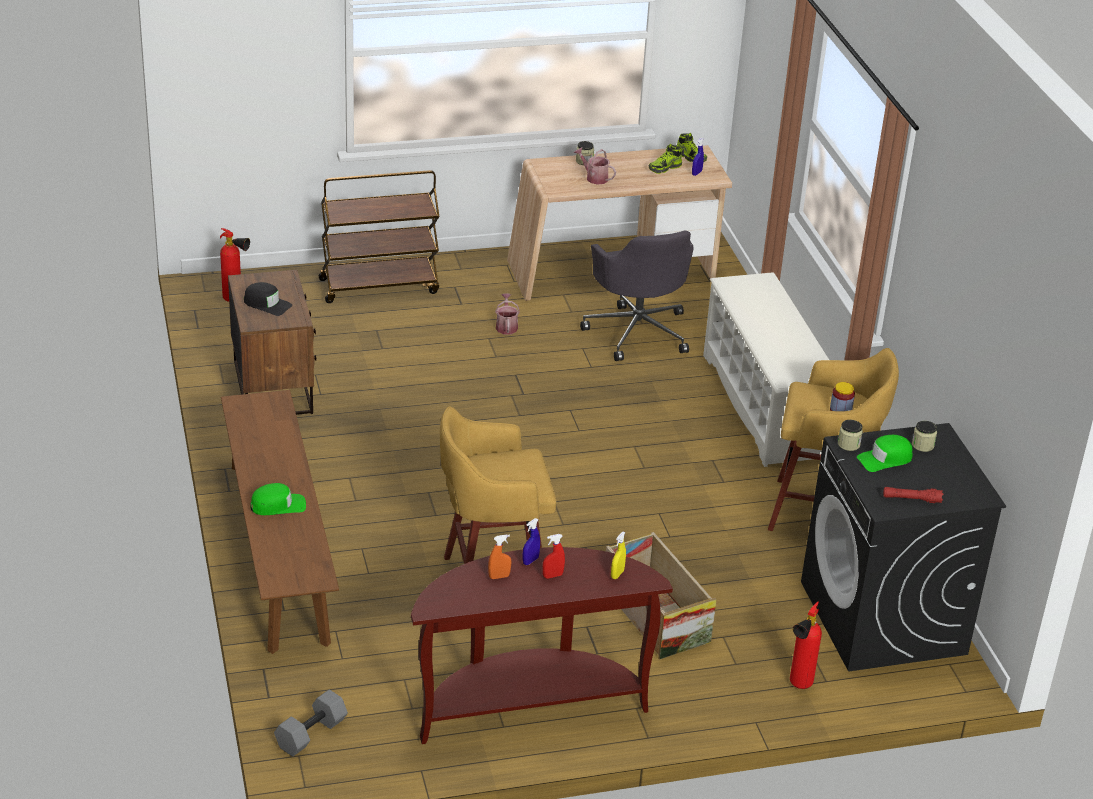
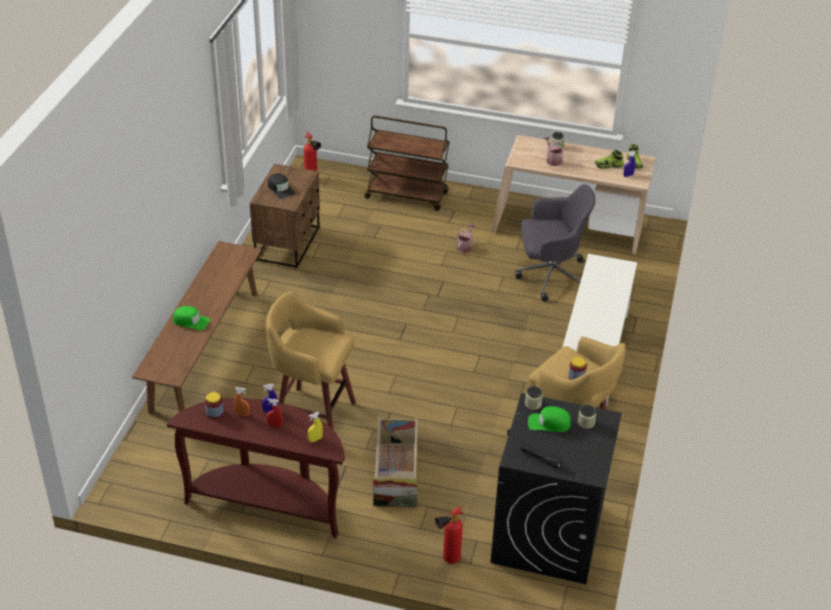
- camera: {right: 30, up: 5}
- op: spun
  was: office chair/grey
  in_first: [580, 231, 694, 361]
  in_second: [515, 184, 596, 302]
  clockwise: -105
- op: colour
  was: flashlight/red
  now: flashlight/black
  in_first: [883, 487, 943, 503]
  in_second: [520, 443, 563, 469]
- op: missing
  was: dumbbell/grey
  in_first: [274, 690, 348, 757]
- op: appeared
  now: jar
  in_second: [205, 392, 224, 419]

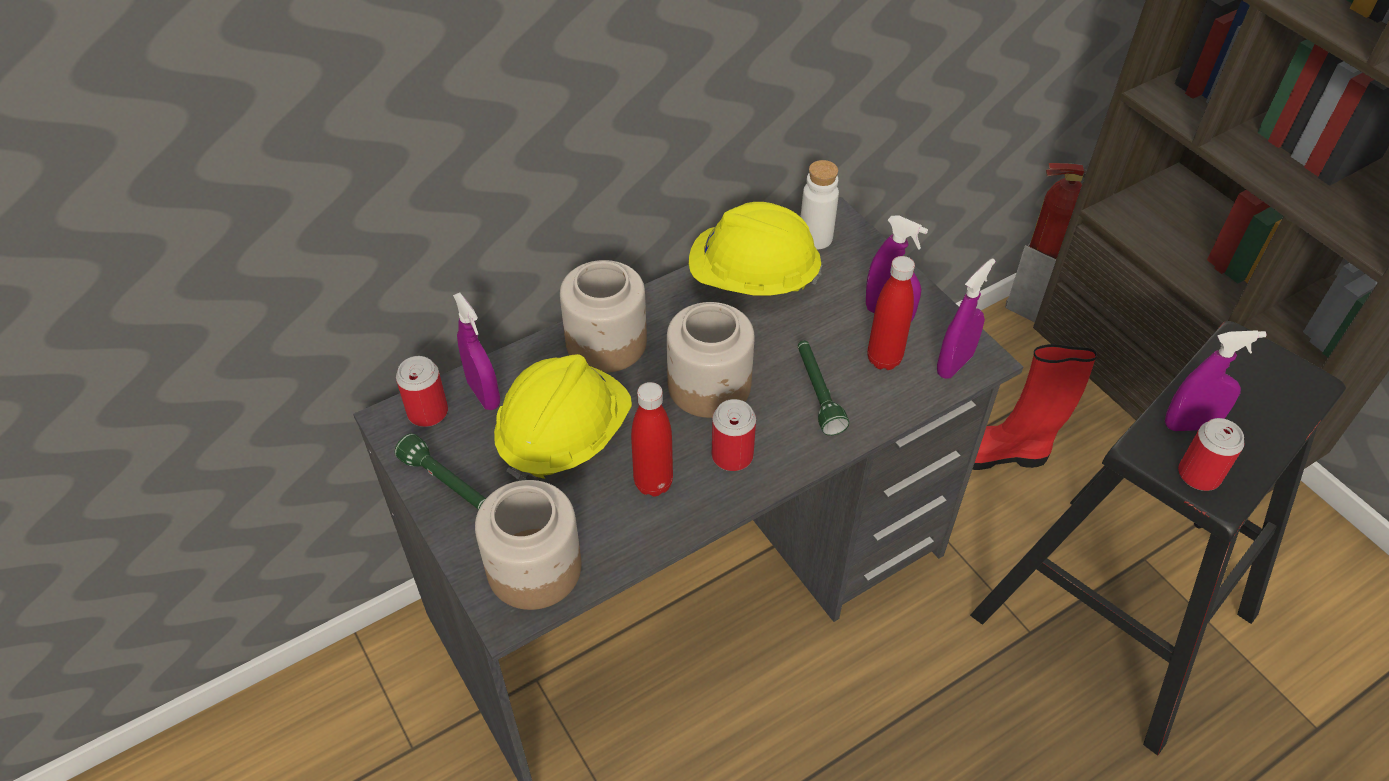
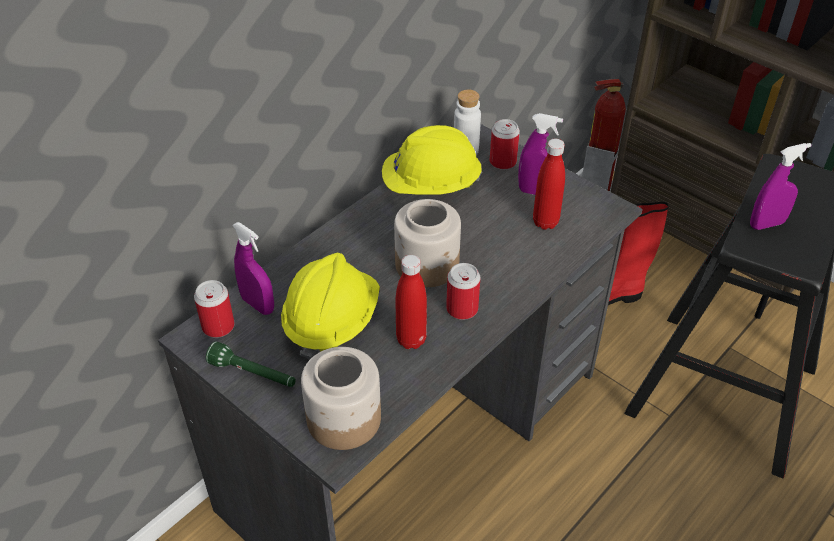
- camera: {right: -15, up: -5}
- op: missing
  was: spray bottle/purple
  in_first: [937, 258, 996, 379]
- op: missing
  was: jar
  in_first: [560, 260, 647, 373]
- op: missing
  was: flashlight/green
  in_first: [798, 340, 849, 436]
- op: relocated
  was: can
  in_first: [1178, 418, 1244, 491]
  in_second: [490, 119, 520, 170]

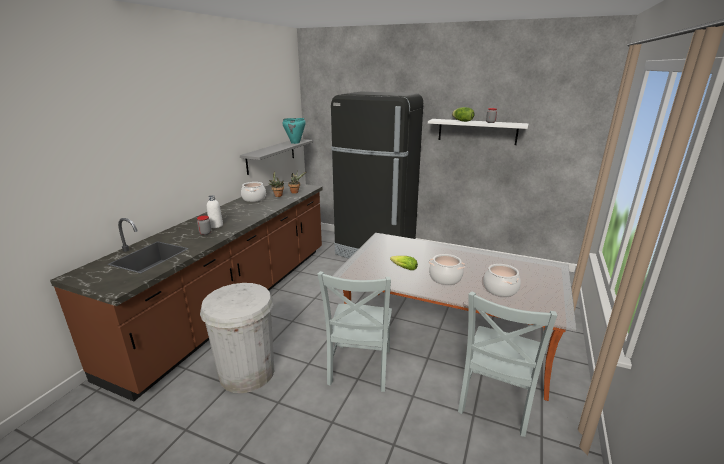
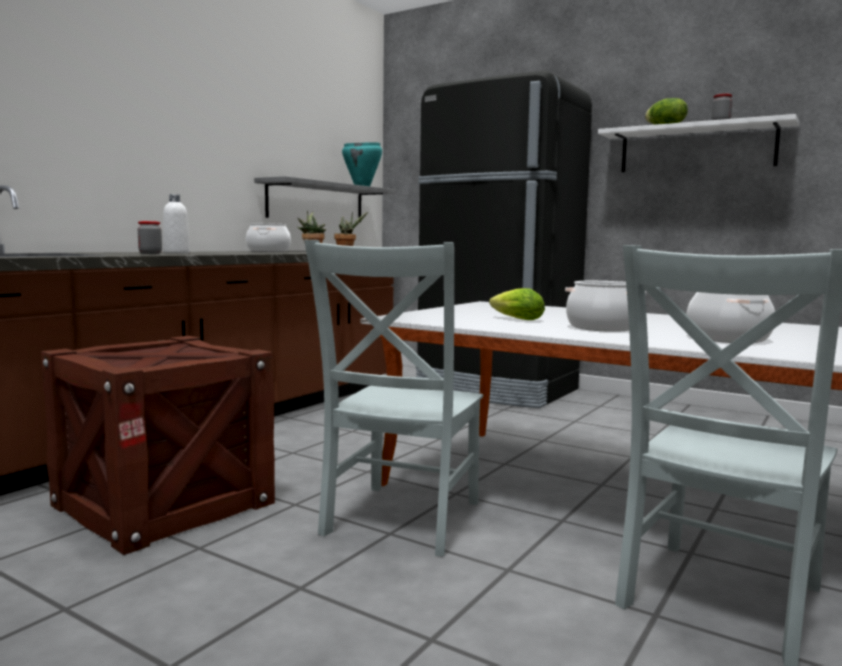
- camera: {right: 10, up: -15}
- op: exchanged
  was: trash can/white
  now: crate
  in_first: [200, 283, 274, 393]
  in_second: [41, 336, 275, 555]

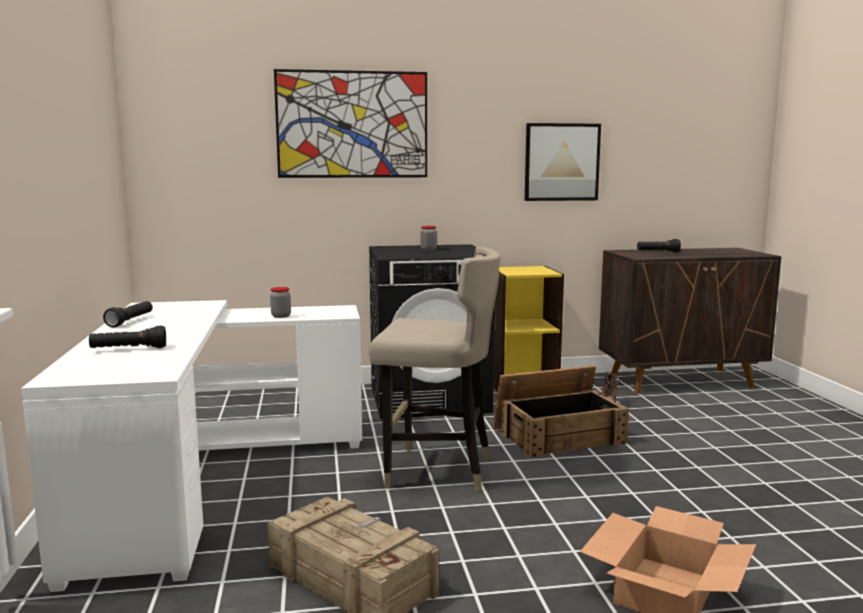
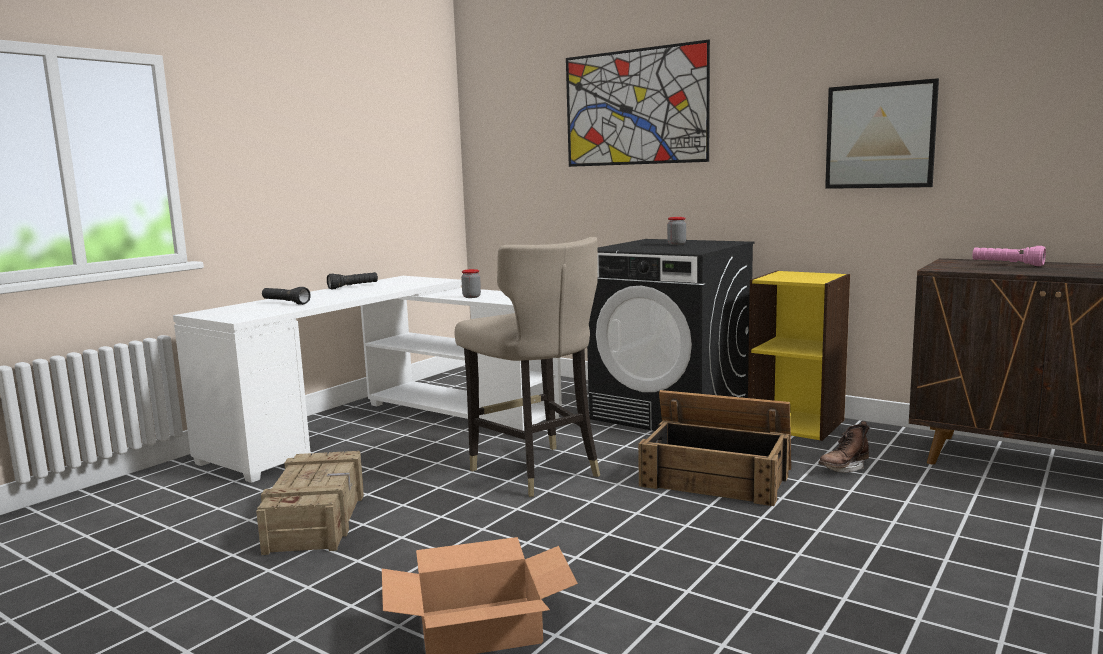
- camera: {right: 45, up: 0}
- op: colour
  was: flashlight/black
  now: flashlight/pink
  in_first: [637, 239, 681, 252]
  in_second: [972, 246, 1046, 266]

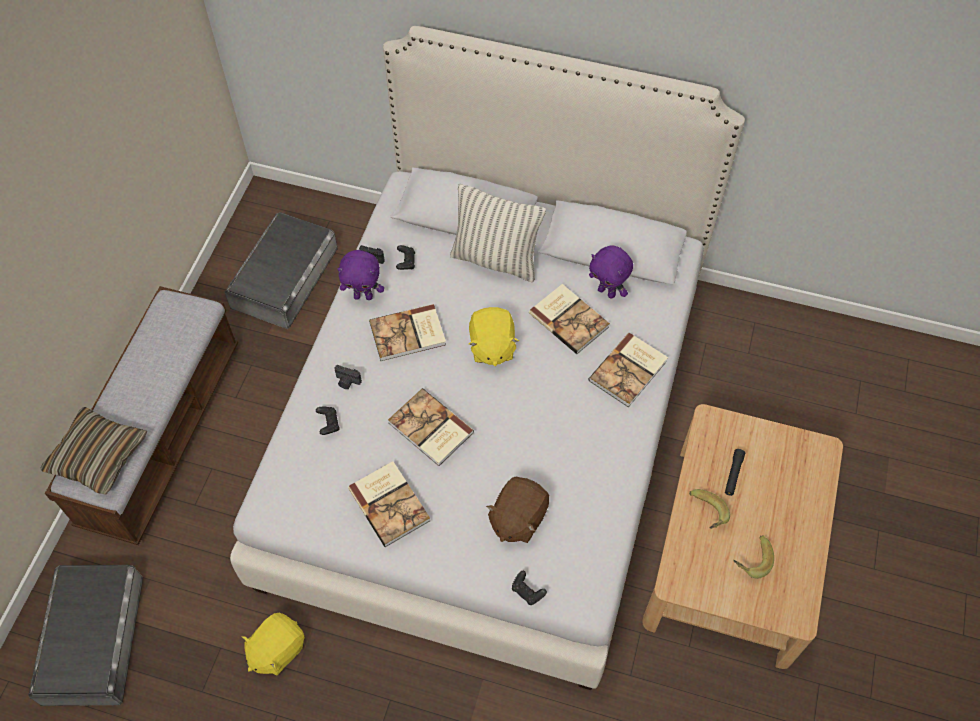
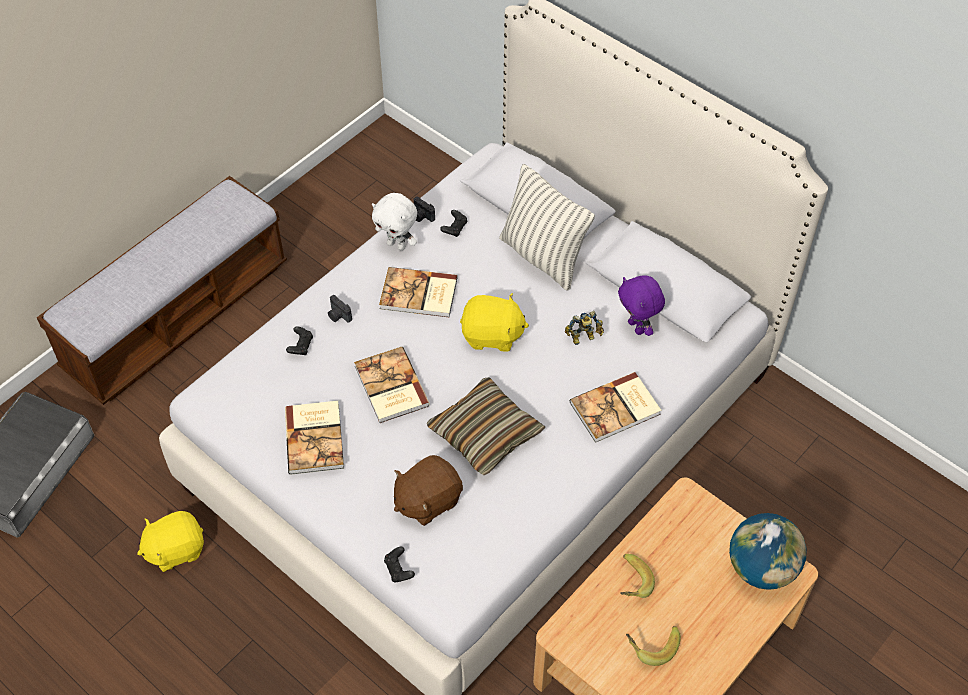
- camera: {right: 25, up: -5}
- op: missing
  was: storage box/grey
  in_first: [225, 212, 338, 329]
- op: colour
  was: plush toy/purple
  now: plush toy/white
  in_first: [337, 250, 384, 300]
  in_second: [372, 193, 417, 251]
- op: exchanged
  was: book
  now: toy robot
  in_first: [529, 284, 610, 354]
  in_second: [565, 311, 604, 345]
- op: spun
  was: plush toy/yellow
  in_first: [469, 307, 519, 366]
  in_second: [460, 293, 529, 352]
  clockwise: -105
- op: relocated
  was: pillow
  in_first: [40, 407, 147, 495]
  in_second: [427, 377, 545, 475]
- op: missing
  was: flashlight/black
  in_first: [725, 449, 745, 496]
- op: appeared
  now: globe
  in_second: [729, 513, 806, 590]

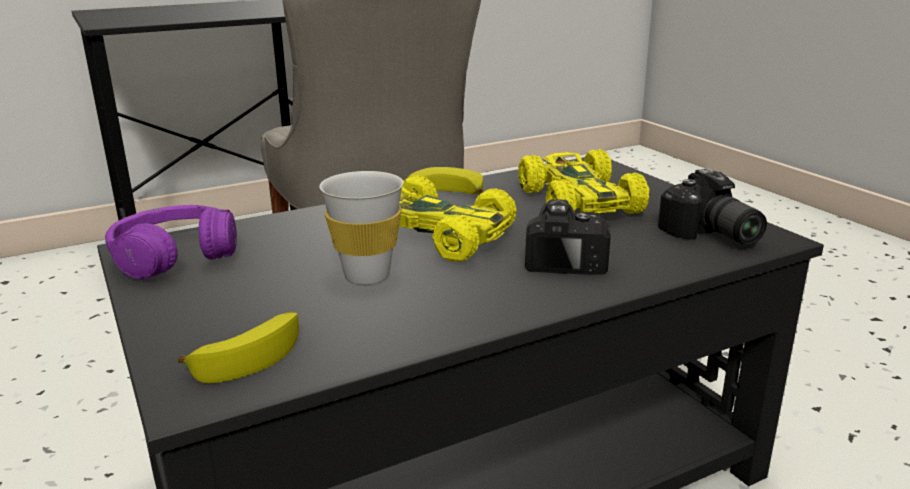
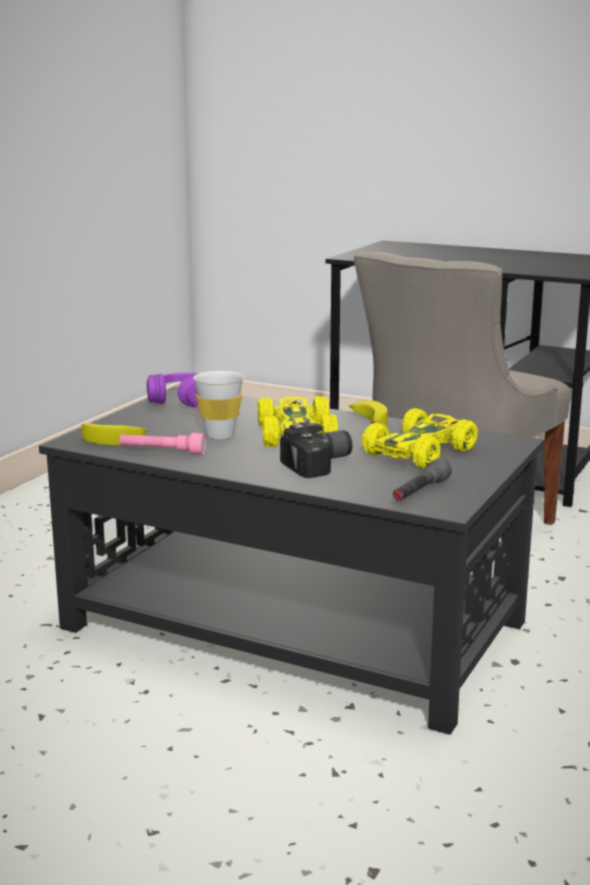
- camera: {right: 55, up: -5}
- op: exchanged
  was: photo camera
  now: flashlight/grey
  in_first: [658, 168, 767, 245]
  in_second: [393, 458, 452, 501]
- op: appeared
  now: flashlight/pink
  in_second: [119, 433, 206, 454]

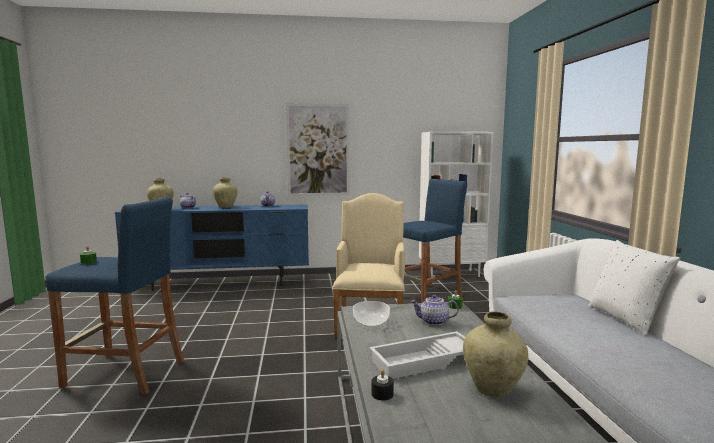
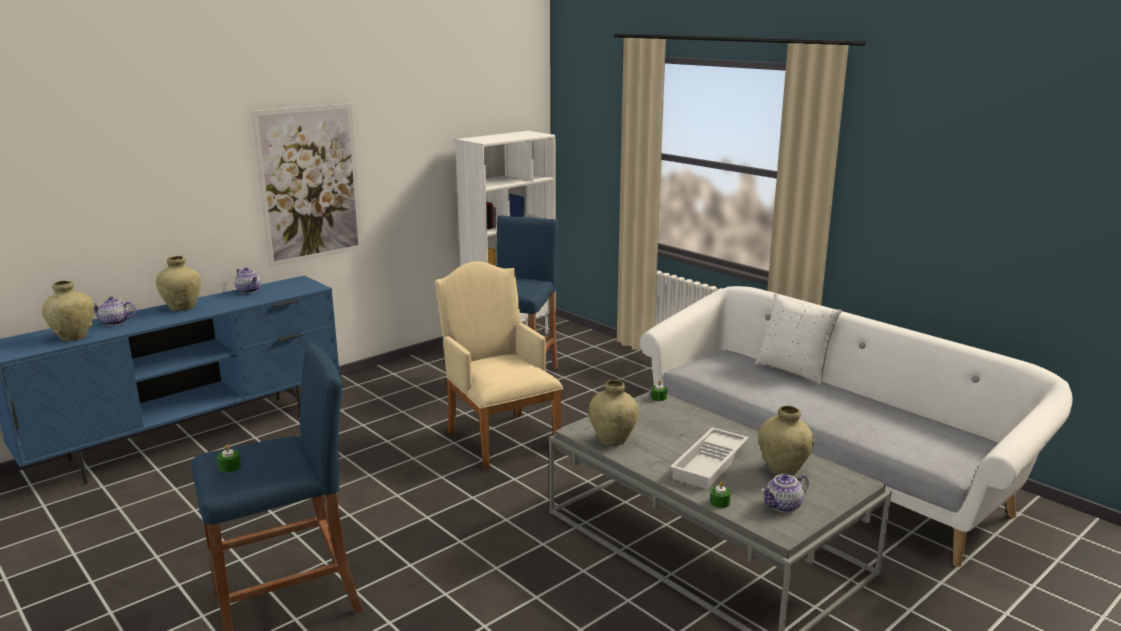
- camera: {right: -35, up: 10}
- op: relocated
  was: teapot
  in_first: [411, 295, 459, 326]
  in_second: [761, 474, 809, 513]
- op: exchanged
  was: bowl
  now: vase/beige
  in_first: [353, 301, 390, 327]
  in_second: [588, 380, 639, 446]
- op: colour
  was: candle/black
  now: candle/green
  in_first: [371, 369, 394, 400]
  in_second: [710, 482, 731, 508]

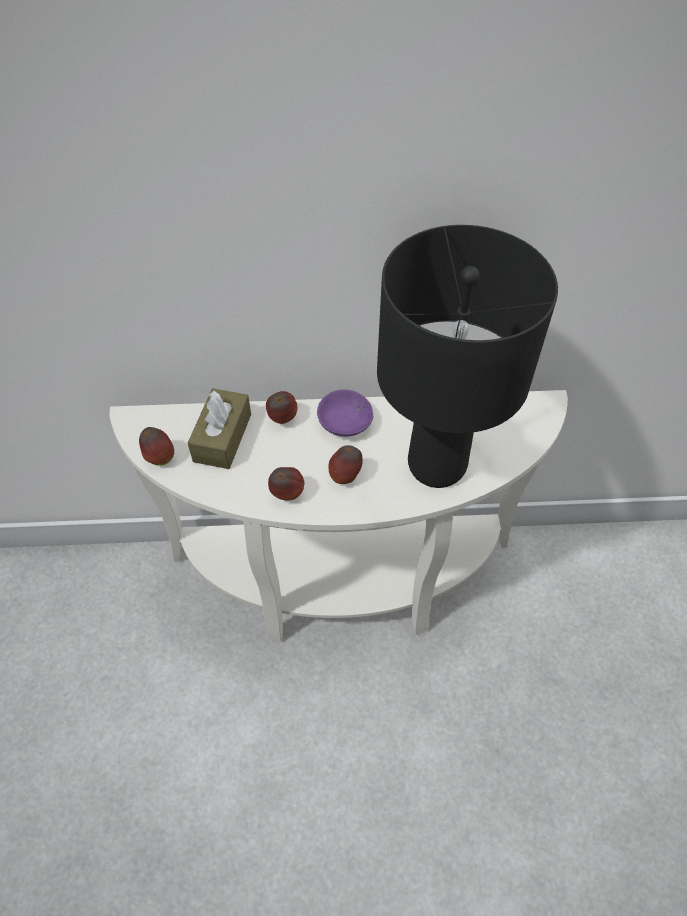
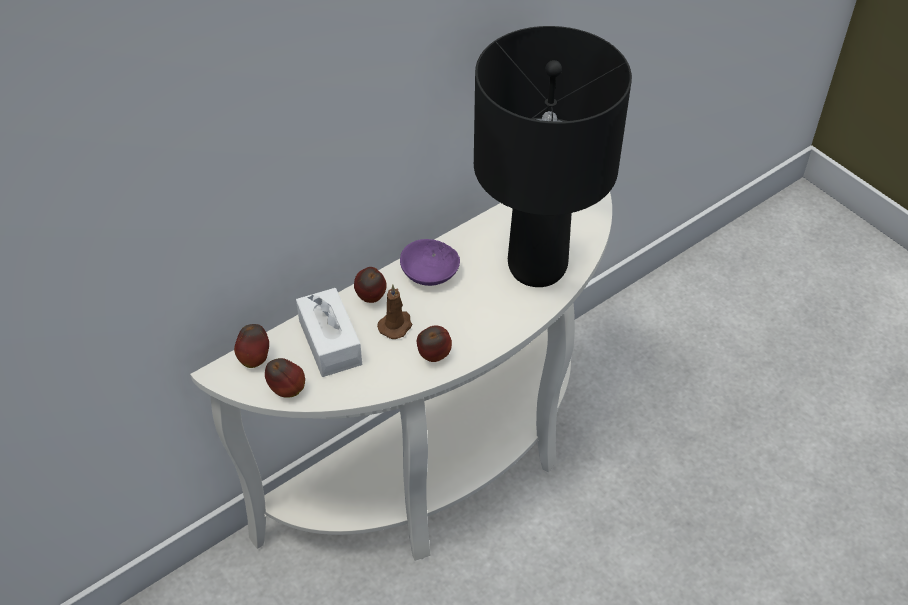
- camera: {right: -35, up: -5}
- op: colour
  was: tissue box/brown
  now: tissue box/white
  in_first: [188, 388, 251, 469]
  in_second: [296, 288, 362, 377]
- op: relocated
  was: apple
  in_first: [329, 445, 363, 484]
  in_second: [234, 324, 269, 368]
- op: appeared
  now: candle/brown
  in_second: [377, 285, 412, 339]

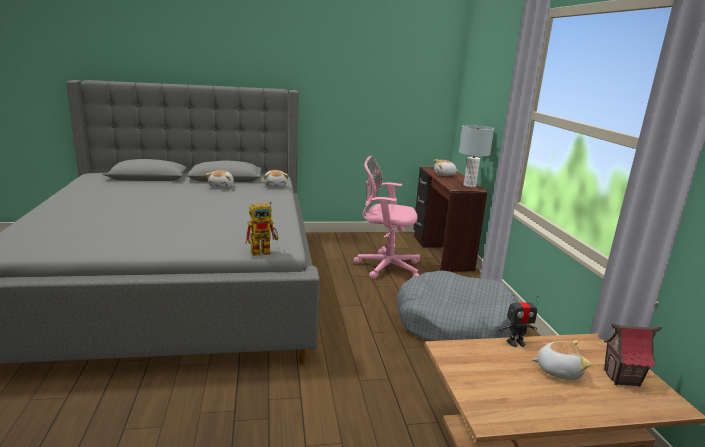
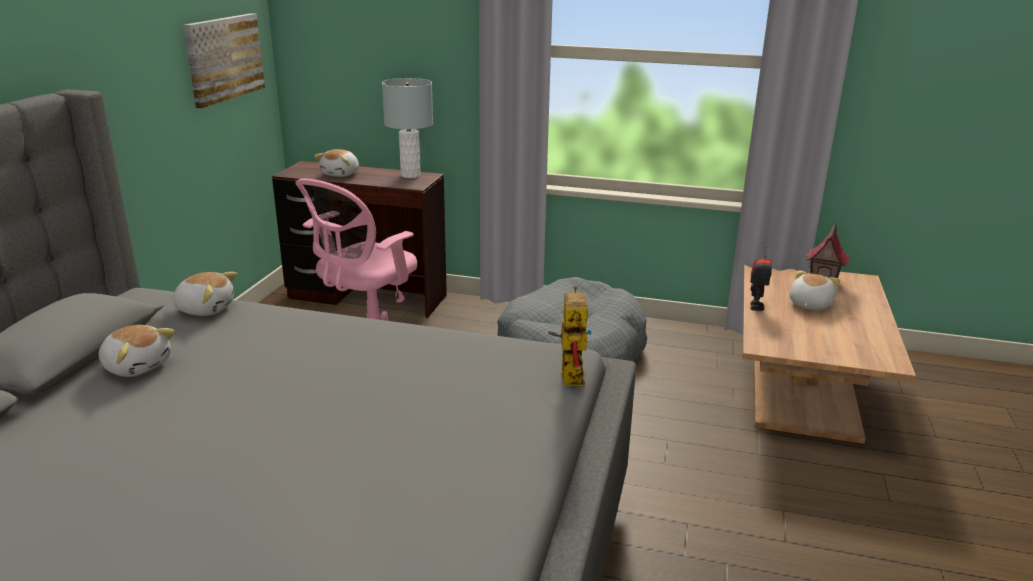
- camera: {right: -65, up: 5}
- op: appeared
  now: picture
  in_second: [183, 13, 265, 108]

